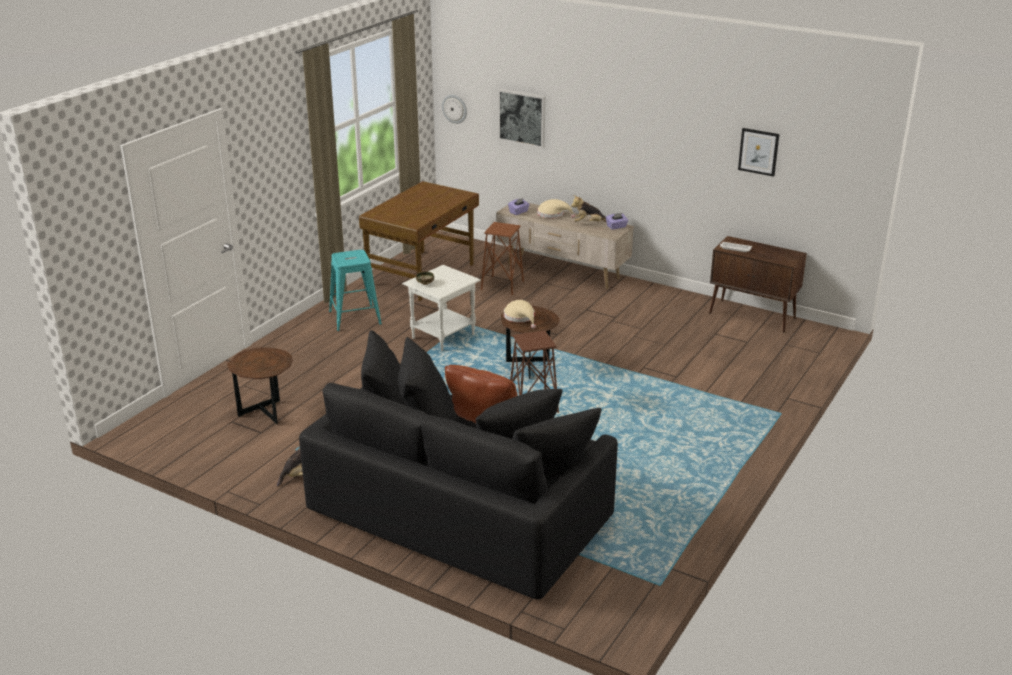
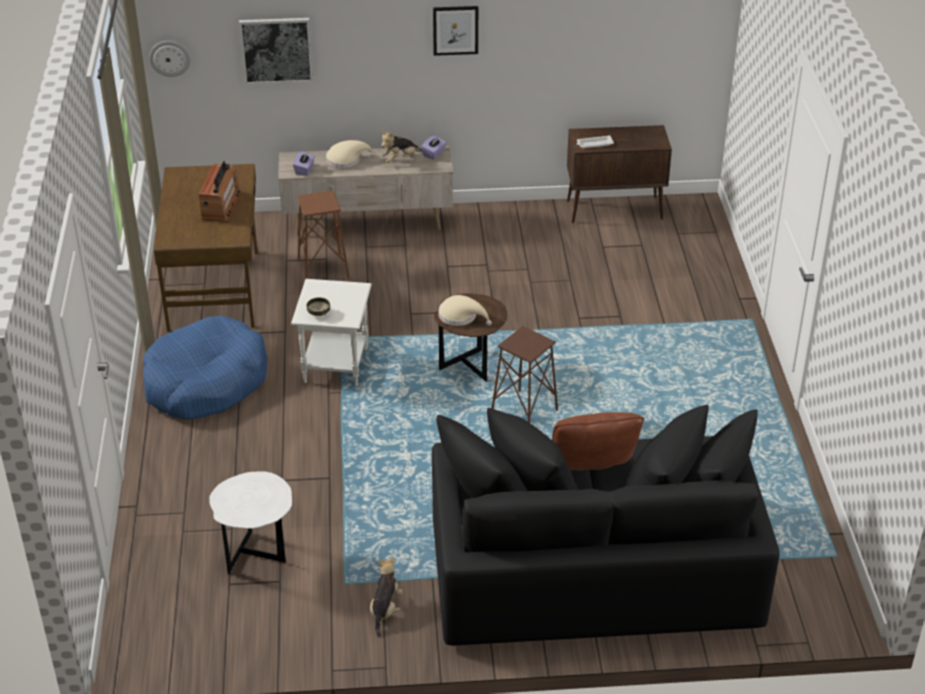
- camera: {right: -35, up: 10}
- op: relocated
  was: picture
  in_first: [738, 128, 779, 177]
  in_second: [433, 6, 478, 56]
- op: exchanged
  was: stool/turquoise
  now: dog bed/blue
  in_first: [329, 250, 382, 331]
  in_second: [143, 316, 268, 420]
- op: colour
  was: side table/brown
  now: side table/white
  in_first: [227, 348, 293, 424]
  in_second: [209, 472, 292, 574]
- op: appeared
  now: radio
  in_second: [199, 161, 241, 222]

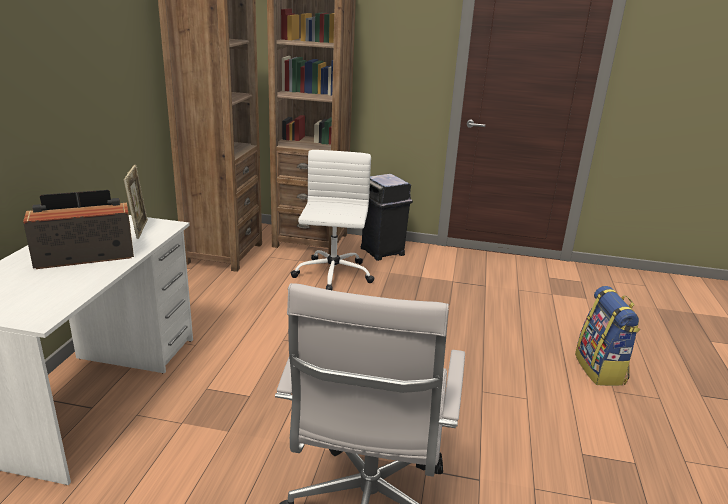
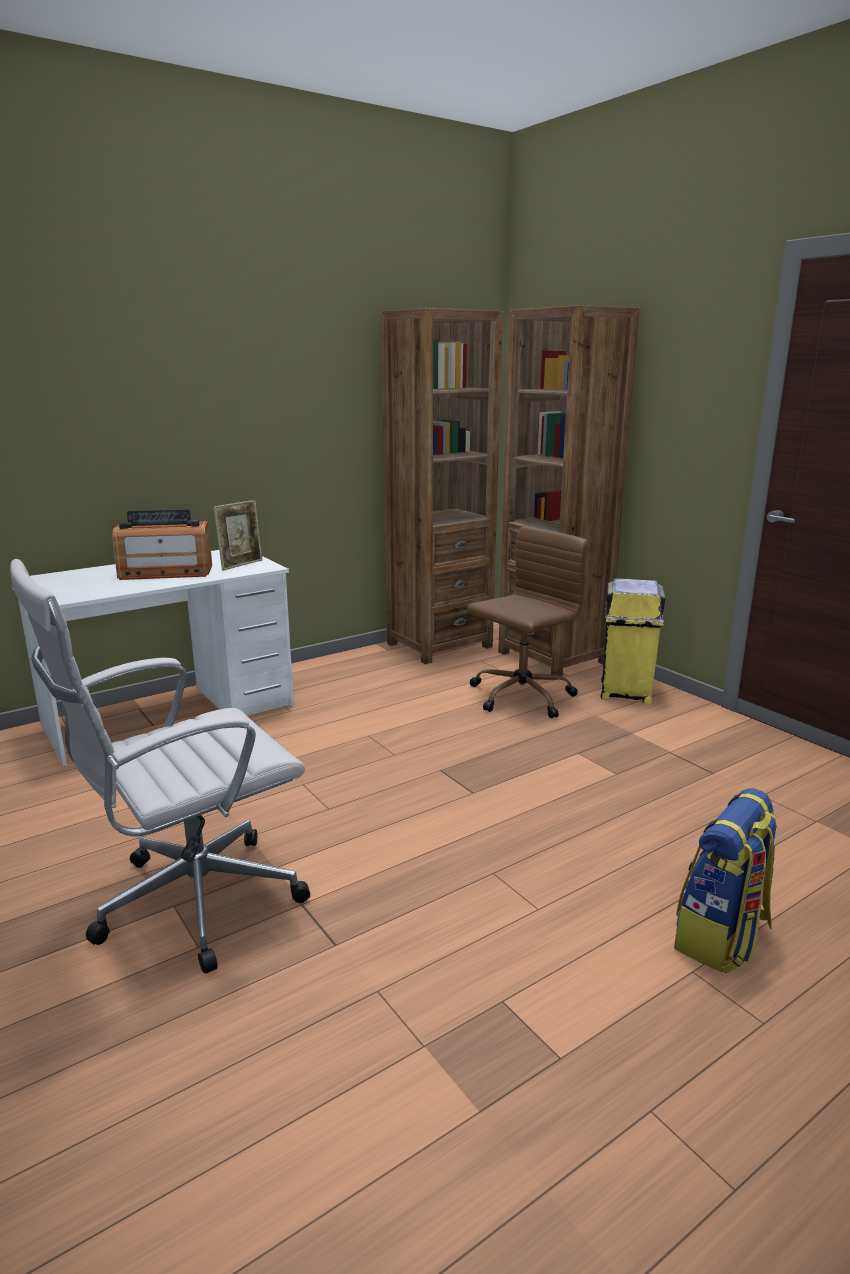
- camera: {right: 45, up: -5}
- op: colour
  was: office chair/white
  now: office chair/brown
  in_first: [291, 150, 375, 290]
  in_second: [467, 526, 588, 718]
- op: colour
  was: trash can/black
  now: trash can/yellow
  in_first: [361, 174, 413, 261]
  in_second: [600, 578, 665, 704]
- op: spun
  was: radio
  in_first: [23, 190, 134, 269]
  in_second: [112, 510, 212, 580]
  clockwise: 150

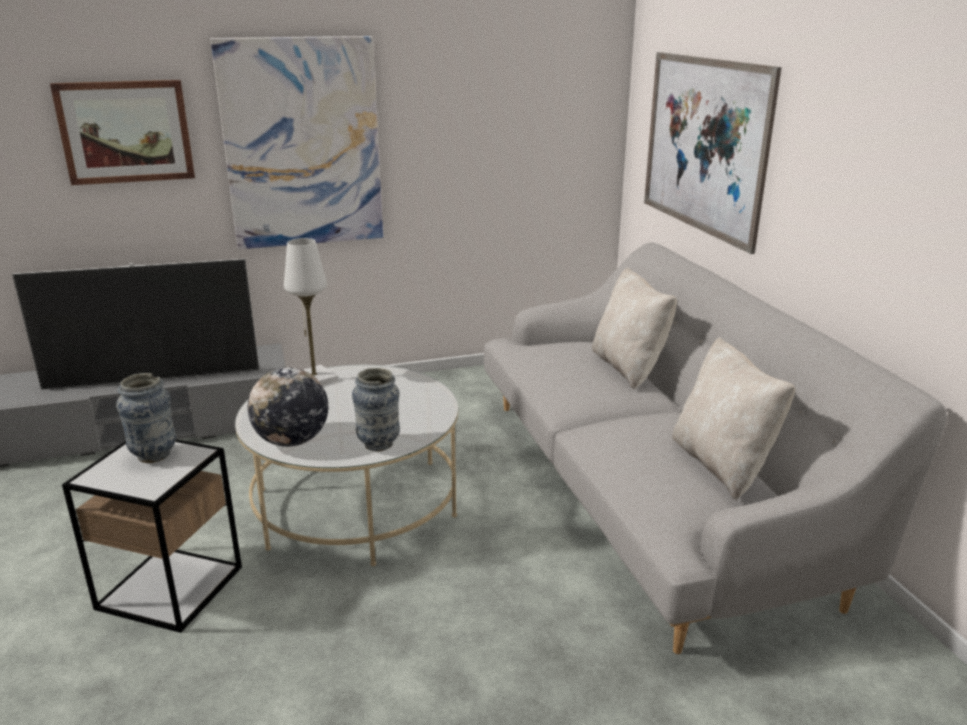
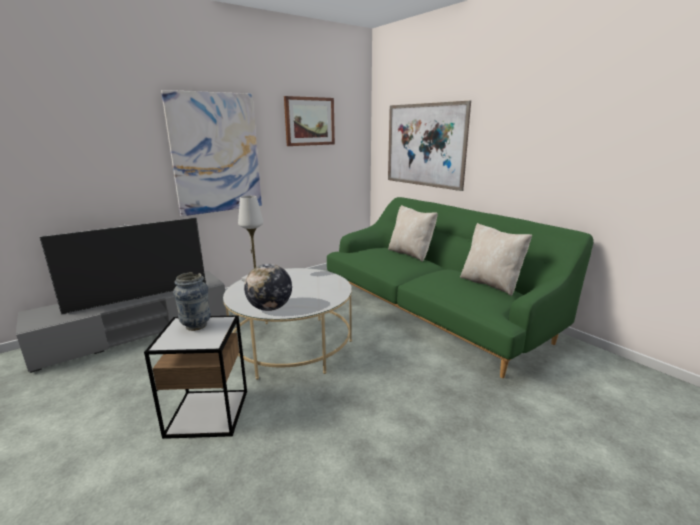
- camera: {right: -20, up: -5}
- op: relocated
  was: picture
  in_first: [50, 80, 195, 185]
  in_second: [284, 96, 335, 146]
- op: colour
  was: sofa/grey
  now: sofa/green
  in_first: [484, 243, 947, 654]
  in_second: [327, 197, 593, 378]
- op: missing
  was: vase
  in_first: [352, 368, 400, 451]

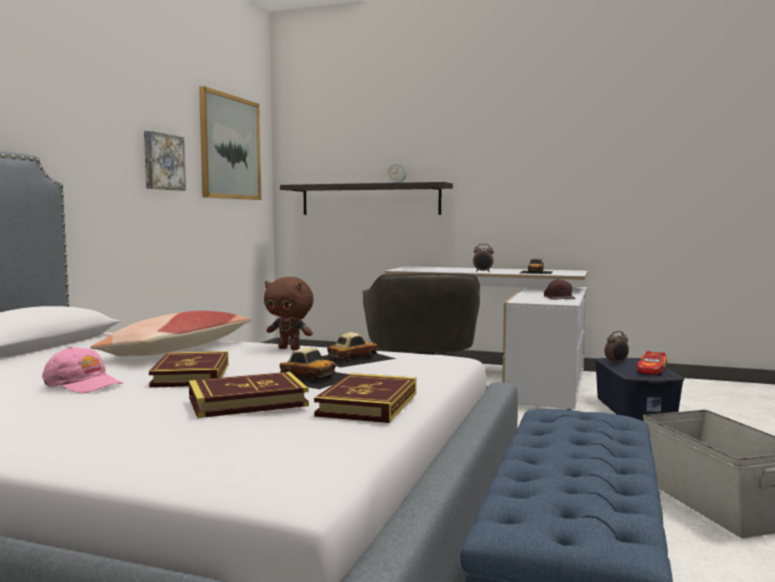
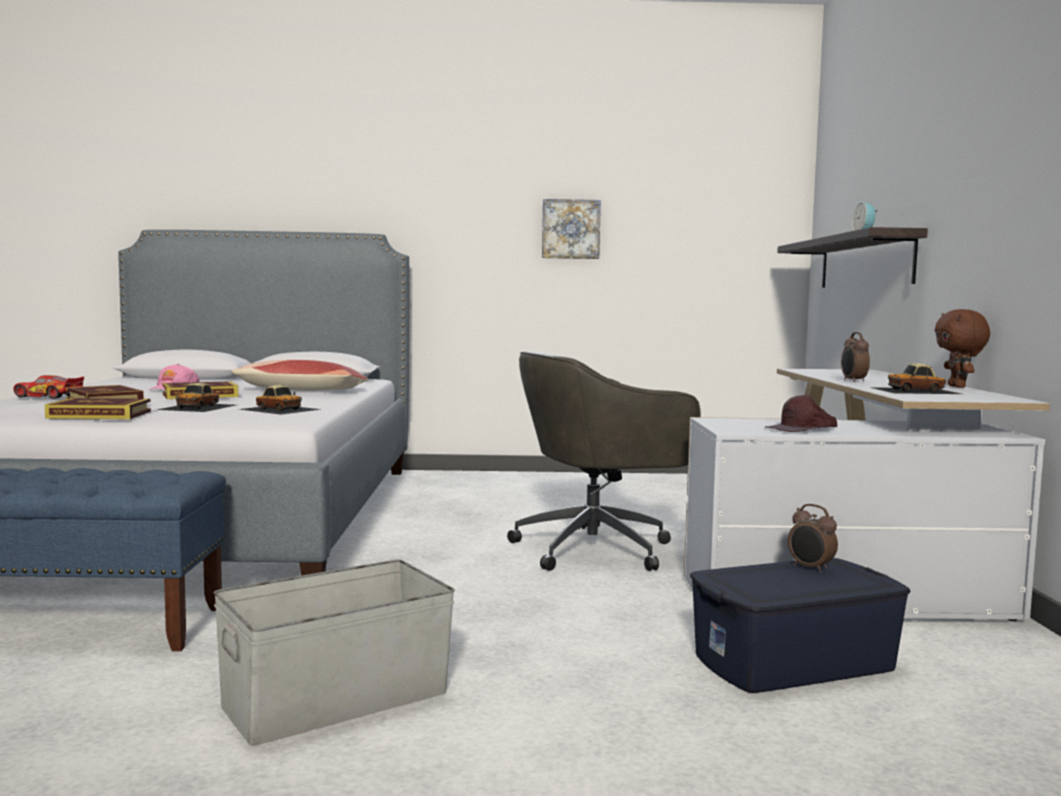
- camera: {right: 70, up: 0}
- op: missing
  was: picture
  in_first: [199, 86, 261, 200]
- op: relocated
  was: plush toy/brown
  in_first: [264, 277, 314, 350]
  in_second: [935, 309, 990, 388]
- op: relocated
  was: toy car
  in_first: [637, 351, 667, 375]
  in_second: [13, 375, 84, 399]

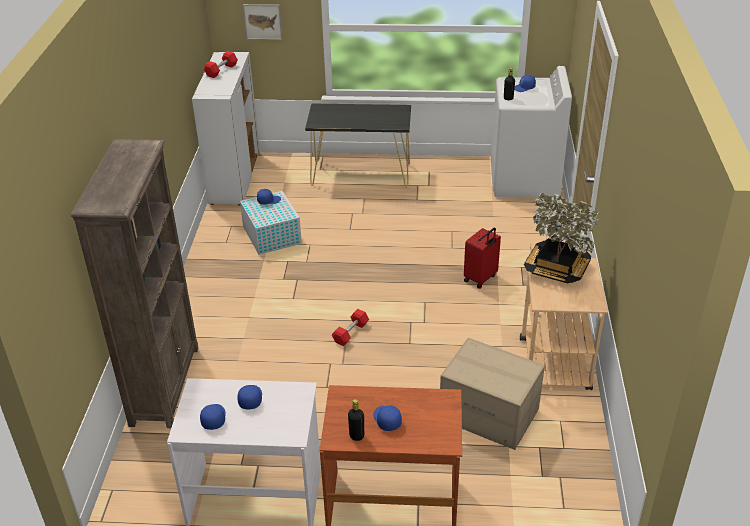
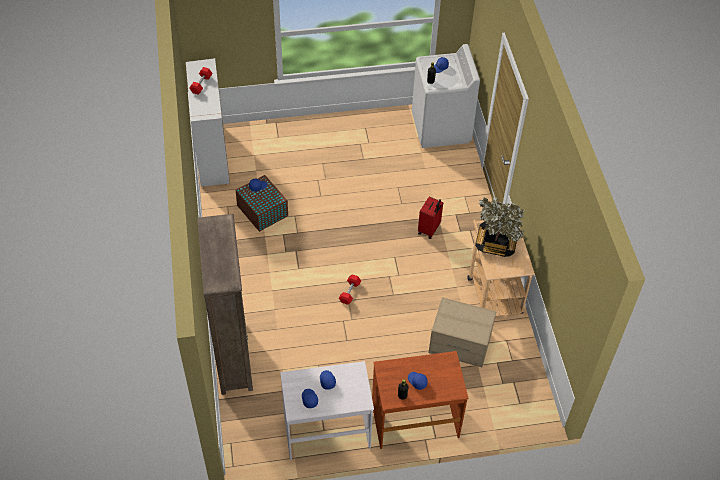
- camera: {right: -15, up: 15}
- op: missing
  was: picture
  in_first: [243, 4, 282, 40]
- op: missing
  was: console table/black
  in_first: [305, 103, 411, 188]
- op: colour
  was: storage box/white
  now: storage box/brown
  in_first: [240, 191, 302, 255]
  in_second: [235, 175, 288, 232]

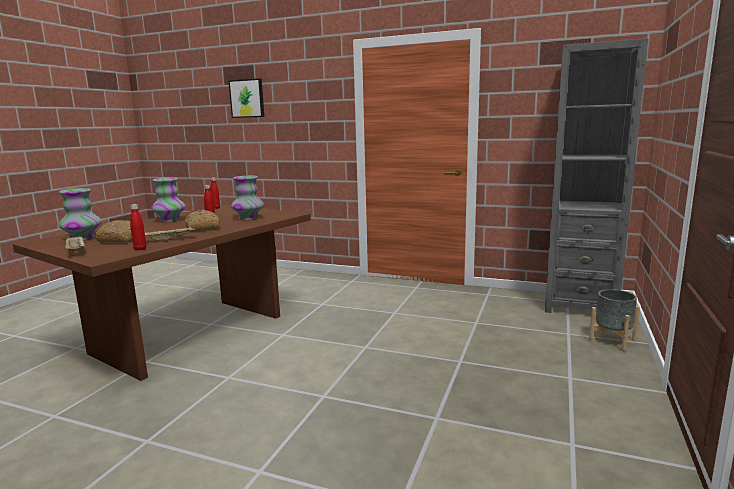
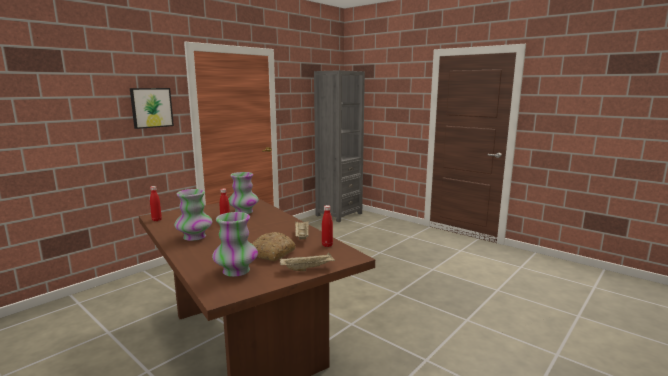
- camera: {right: -70, up: 0}
- op: relocated
  was: picture
  in_first: [228, 78, 264, 118]
  in_second: [130, 88, 174, 129]
- op: missing
  was: bread
  in_first: [185, 210, 220, 231]
- op: missing
  was: planter/grey
  in_first: [589, 289, 640, 352]

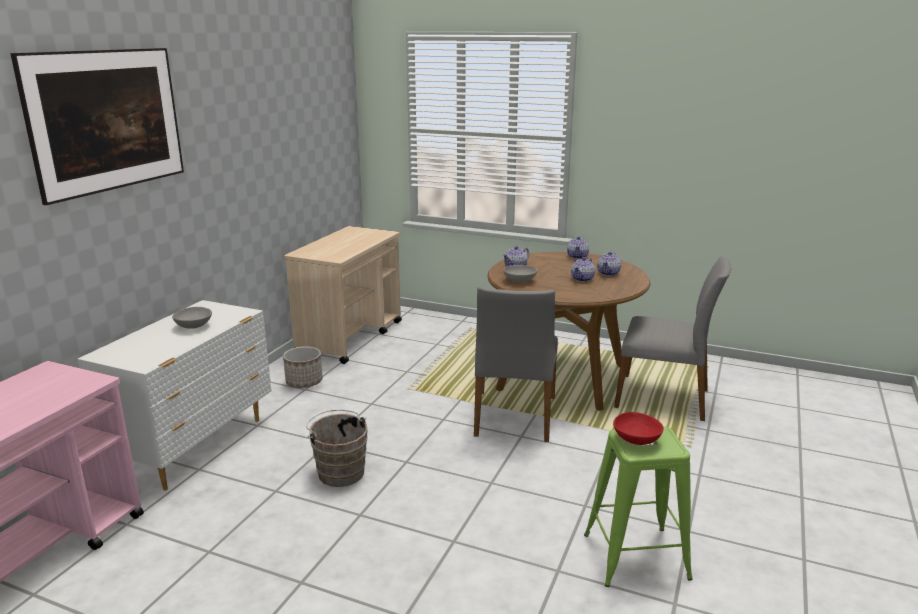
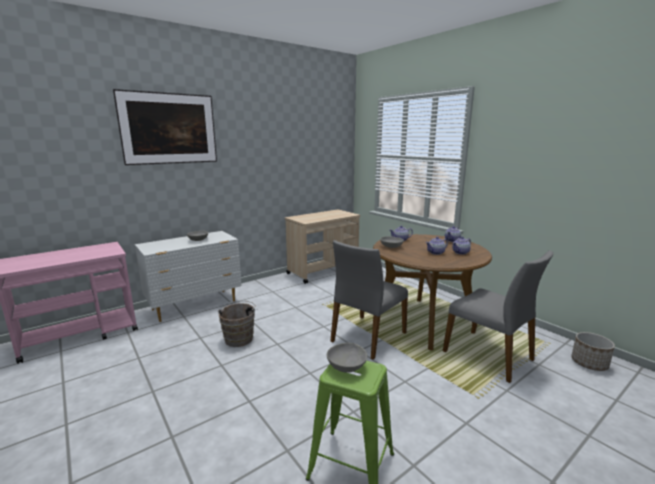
- camera: {right: 30, up: -5}
- op: relocated
  was: planter
  in_first: [283, 346, 323, 388]
  in_second: [572, 332, 615, 371]
- op: colour
  was: bowl/red
  now: bowl/grey
  in_first: [613, 412, 664, 445]
  in_second: [327, 343, 367, 373]

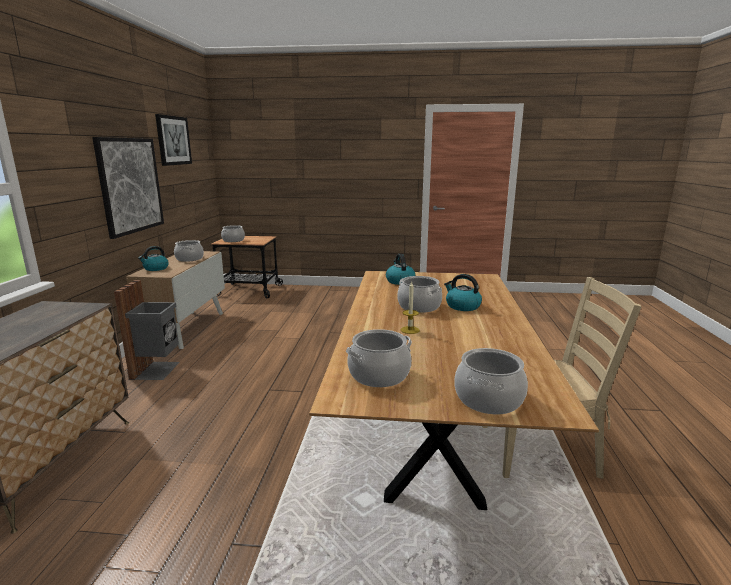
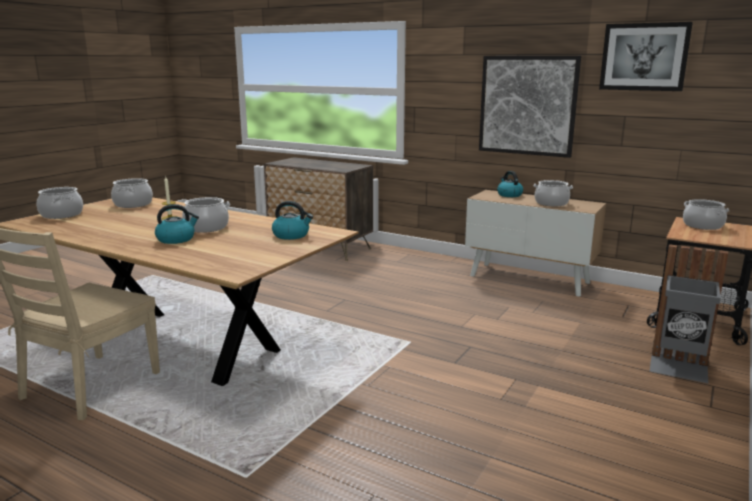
- camera: {right: 115, up: 0}
- op: relocated
  was: trash can/grey
  in_first: [114, 280, 179, 380]
  in_second: [649, 244, 728, 383]

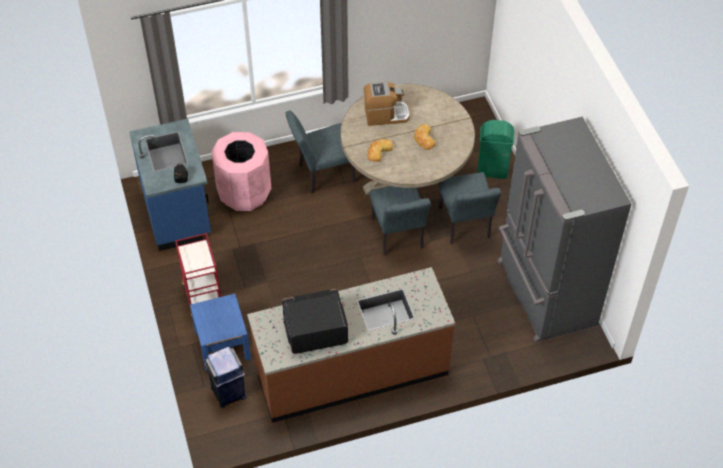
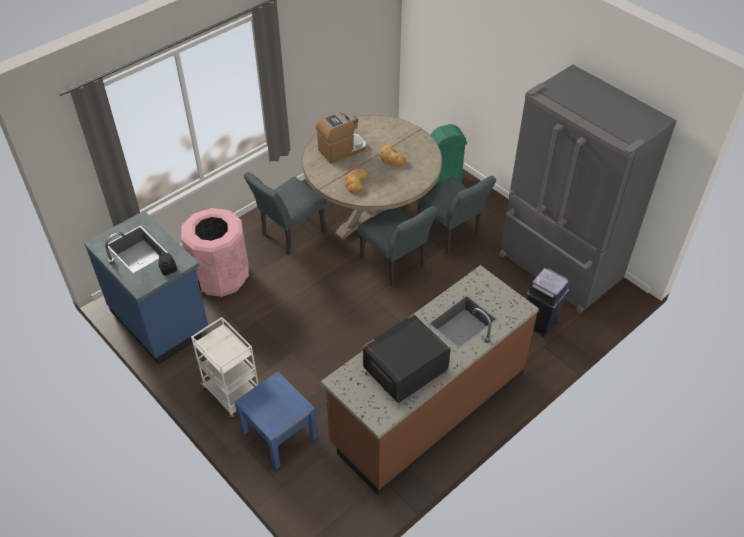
- camera: {right: -25, up: -5}
- op: colour
  was: cart/red
  now: cart/white
  in_first: [175, 233, 221, 317]
  in_second: [191, 317, 259, 419]
- op: relocated
  was: trash can/blue
  in_first: [205, 347, 246, 409]
  in_second: [526, 268, 569, 337]

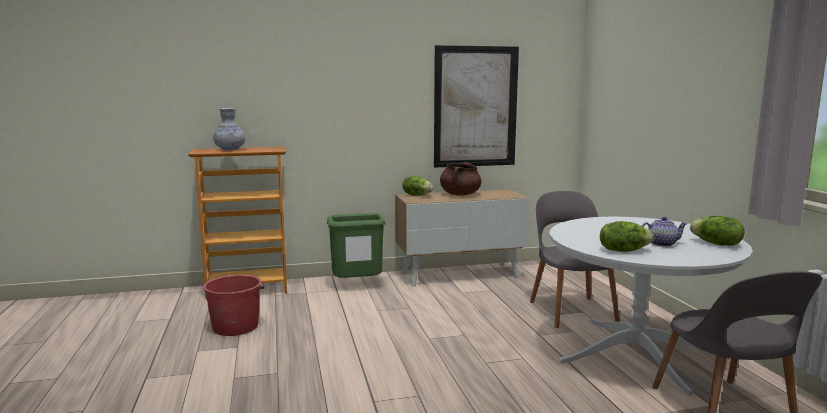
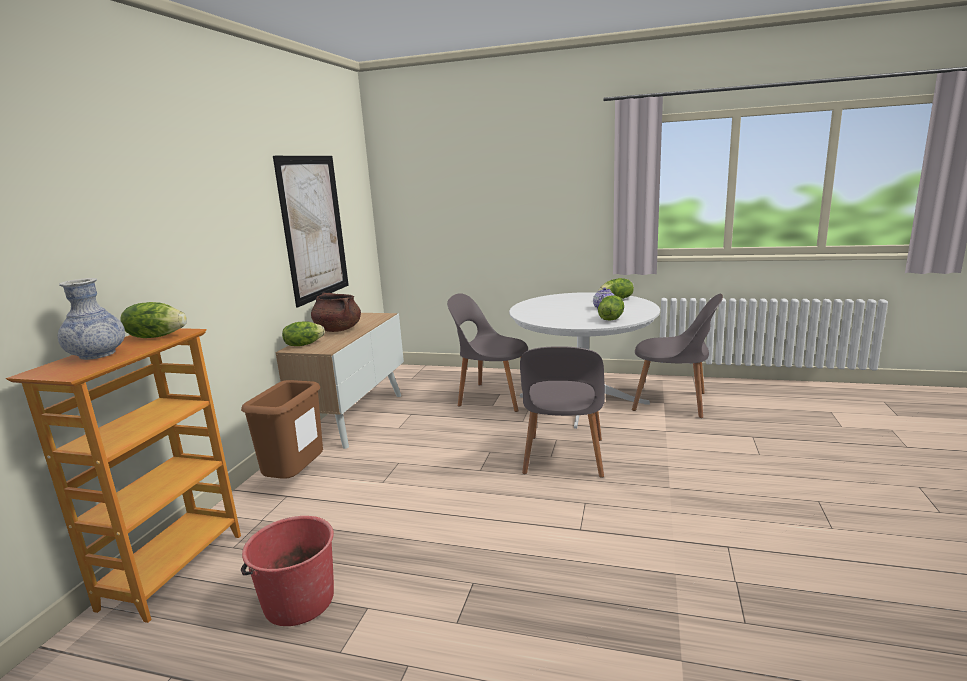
- camera: {right: -60, up: 5}
- op: colour
  was: trash can/green
  now: trash can/brown
  in_first: [327, 213, 386, 278]
  in_second: [241, 380, 323, 479]
- op: appeared
  now: lettuce
  in_second: [120, 302, 187, 338]
- op: appeared
  now: chair/grey
  in_second: [520, 346, 605, 478]

